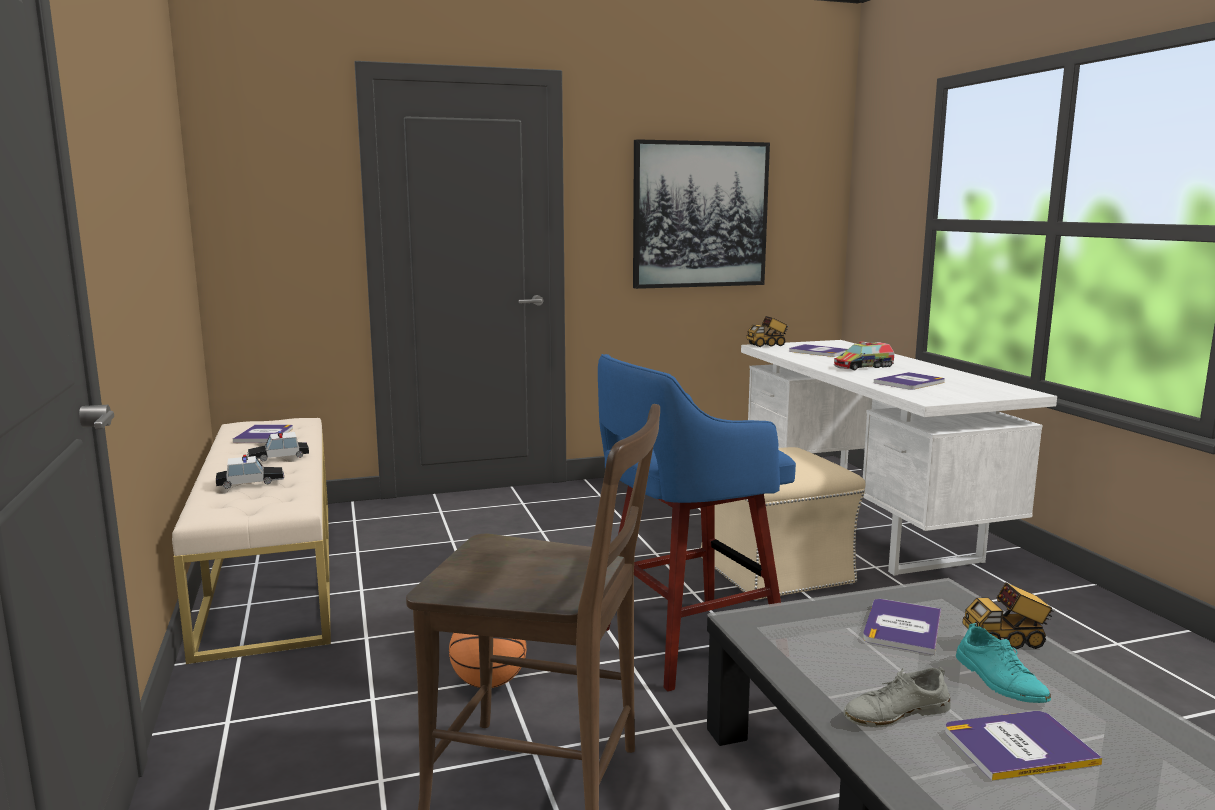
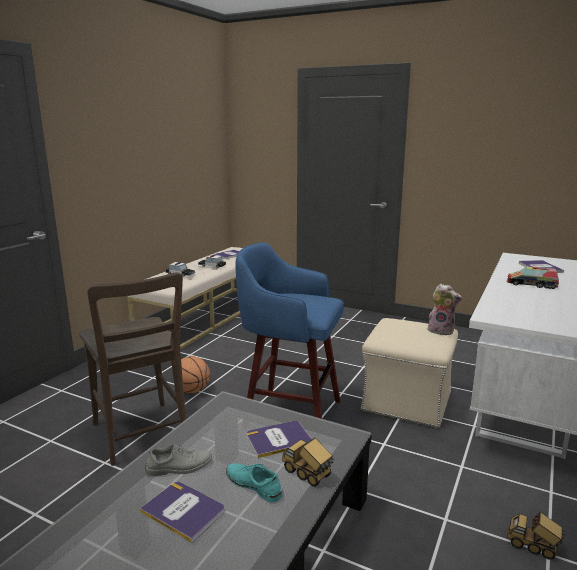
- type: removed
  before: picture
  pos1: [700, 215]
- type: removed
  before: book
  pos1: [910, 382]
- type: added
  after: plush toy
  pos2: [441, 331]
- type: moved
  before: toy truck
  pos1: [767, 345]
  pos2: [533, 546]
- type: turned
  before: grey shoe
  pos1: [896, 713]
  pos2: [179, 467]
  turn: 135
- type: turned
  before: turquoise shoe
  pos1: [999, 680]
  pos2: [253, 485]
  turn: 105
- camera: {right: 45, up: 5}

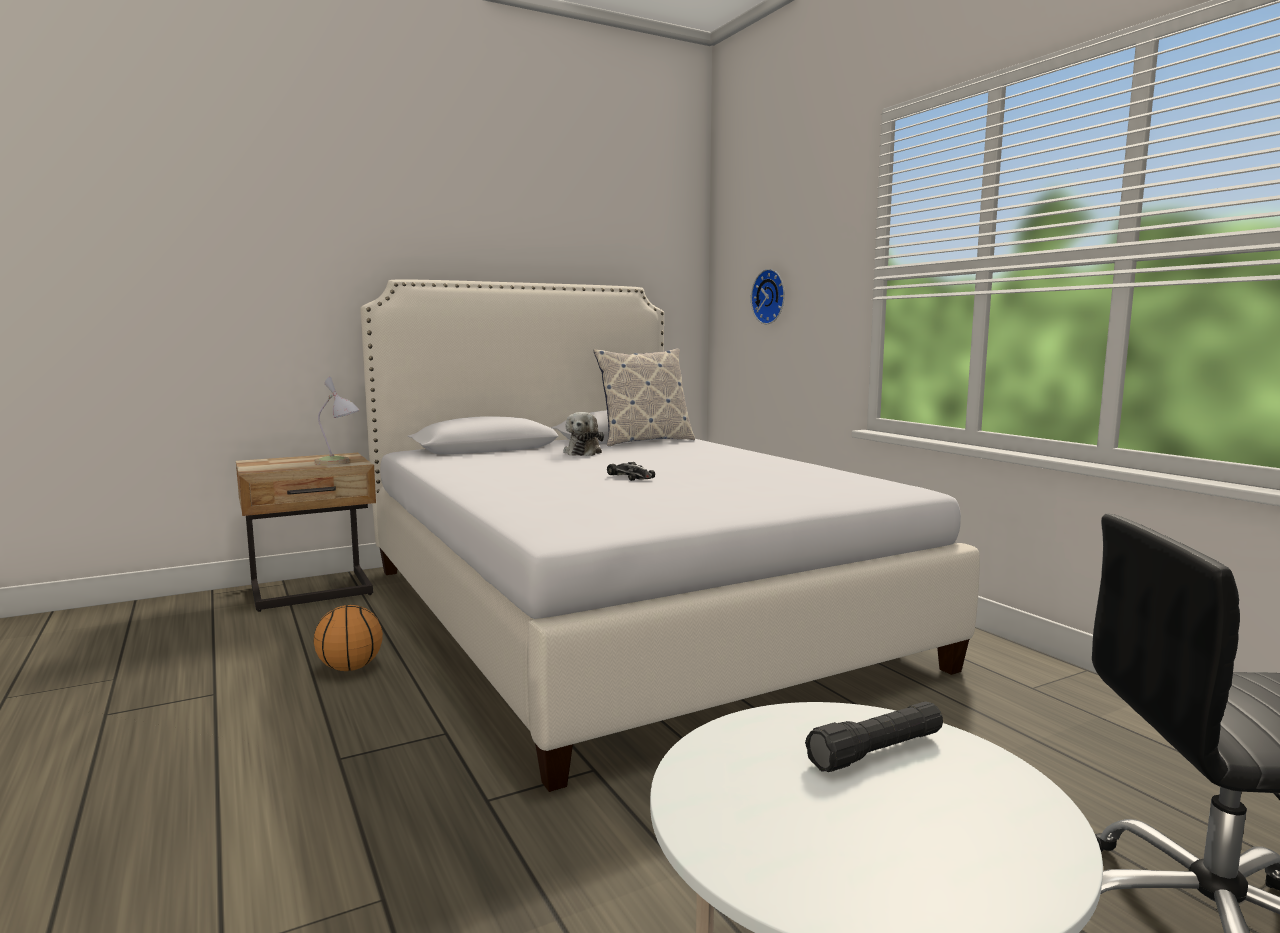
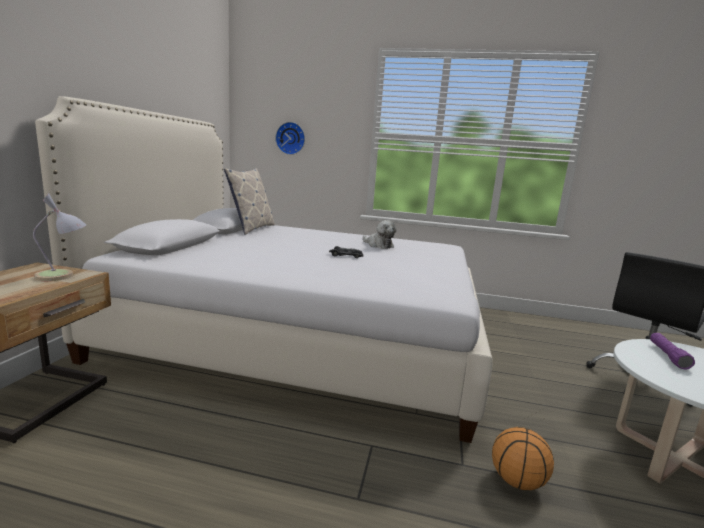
- type: moved
  before: basketball
  pos1: [351, 668]
  pos2: [517, 481]
- type: moved
  before: plush toy
  pos1: [583, 452]
  pos2: [378, 245]
- type: recoloured
  before: black flashlight
  after: purple flashlight
  pos1: [876, 752]
  pos2: [667, 356]
- camera: {right: -50, up: 5}

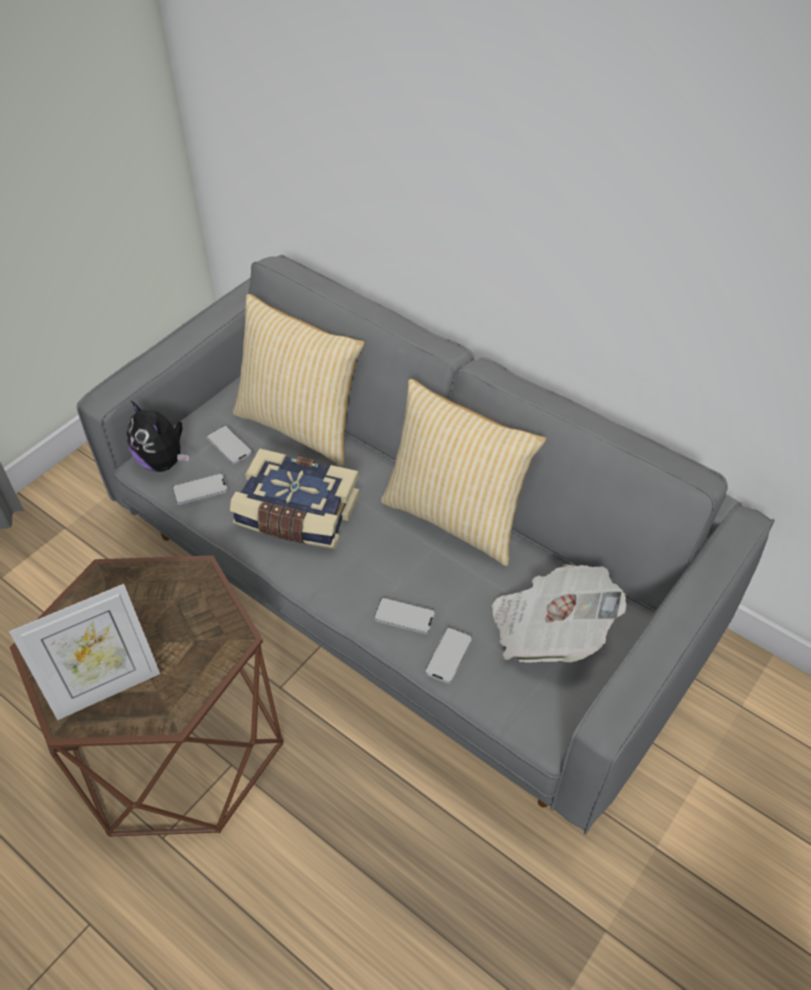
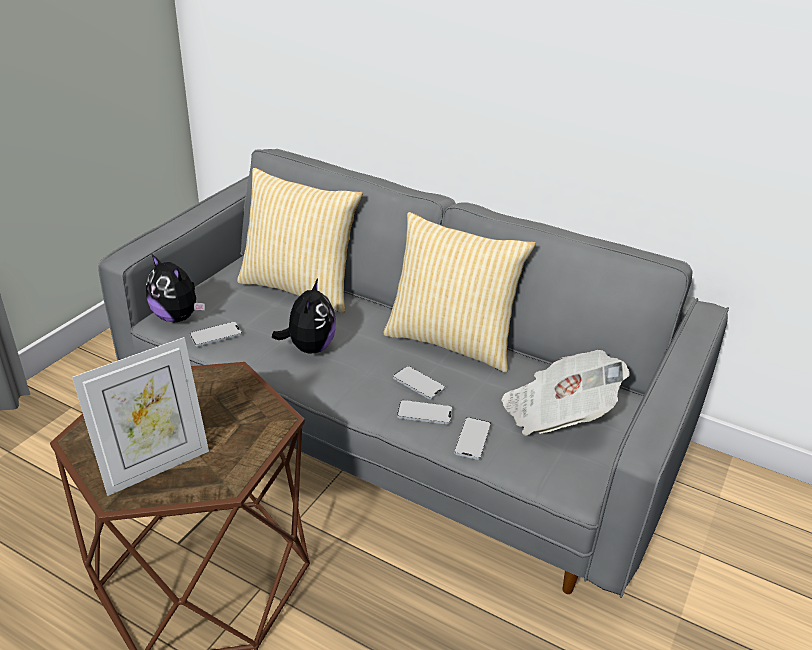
- type: moved
  before: phone
  pos1: [229, 445]
  pos2: [418, 383]
- type: replaced
  before: book
  after: plush toy
  pos1: [296, 515]
  pos2: [309, 347]
- camera: {right: -10, up: -15}

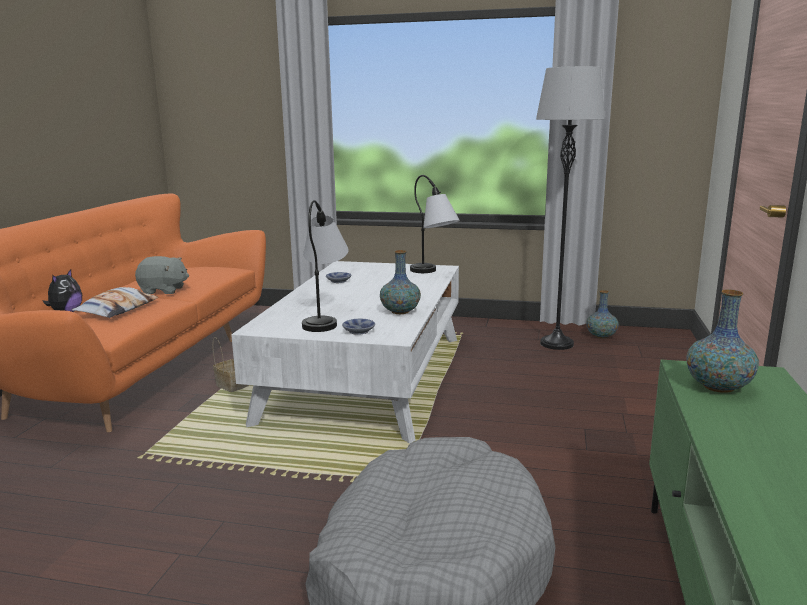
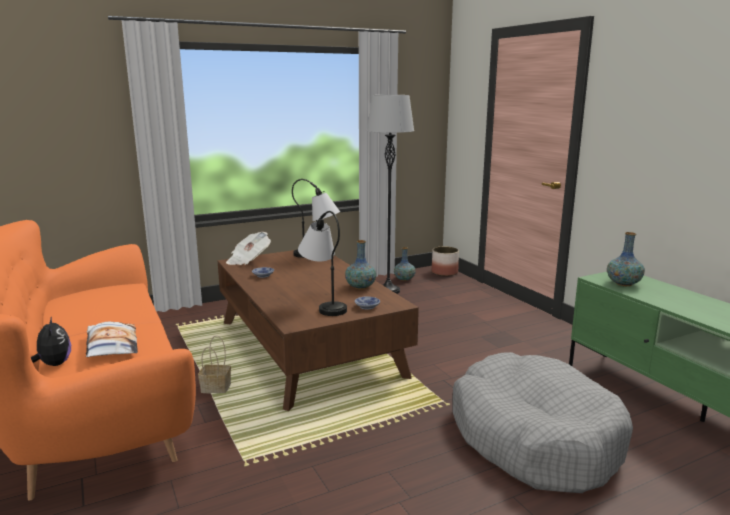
- type: removed
  before: grey plush toy
  pos1: [163, 290]
- type: added
  after: newspaper
  pos2: [248, 260]
- type: added
  after: planter
  pos2: [444, 272]
- type: recoloured
  before: white coffee table
  after: brown coffee table
  pos1: [367, 376]
  pos2: [307, 347]
- camera: {right: -40, up: 0}

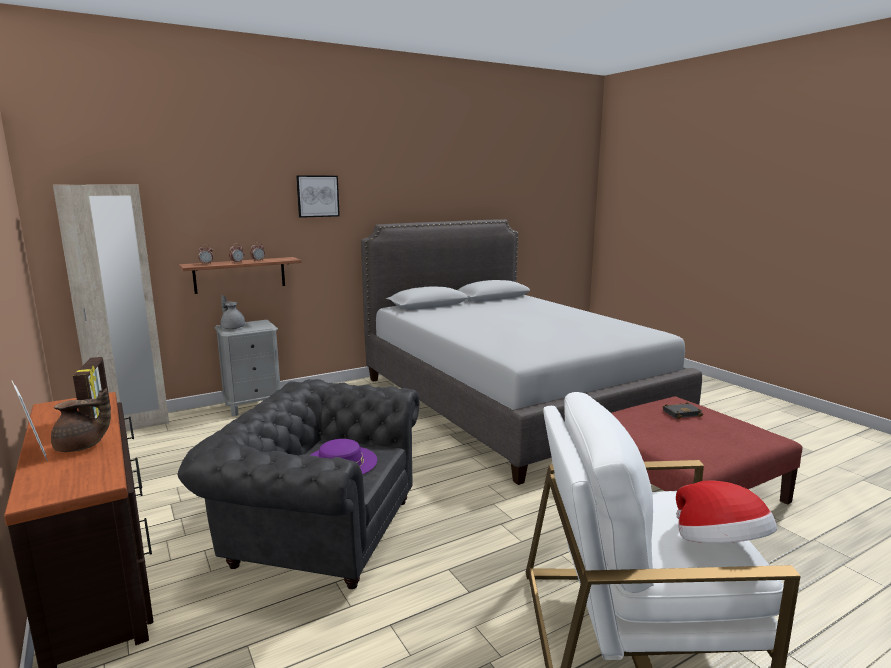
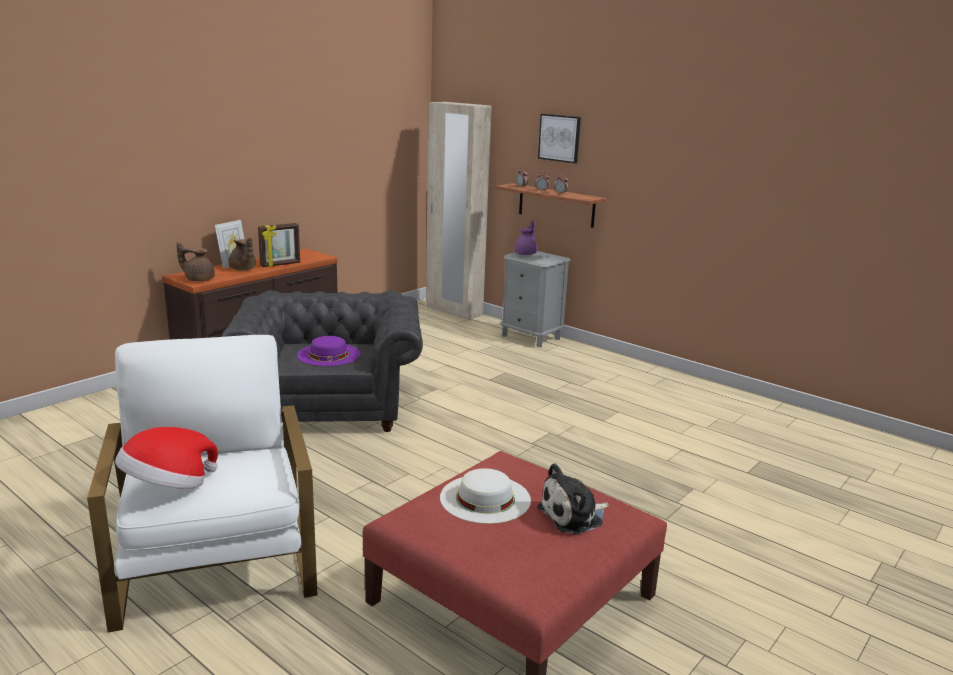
- type: removed
  before: grey bed
  pos1: [512, 401]
- type: added
  after: brown teapot
  pos2: [199, 279]
- type: added
  after: white hat
  pos2: [485, 498]
- type: moved
  before: picture
  pos1: [317, 196]
  pos2: [559, 138]
- type: replaced
  before: black book
  after: plush toy
  pos1: [682, 413]
  pos2: [574, 516]
- type: recoloured
  before: grey teapot
  after: purple teapot
  pos1: [233, 327]
  pos2: [526, 254]
- camera: {right: 70, up: 5}

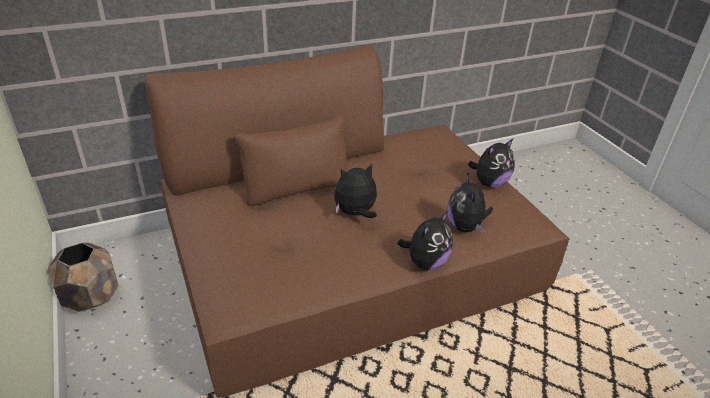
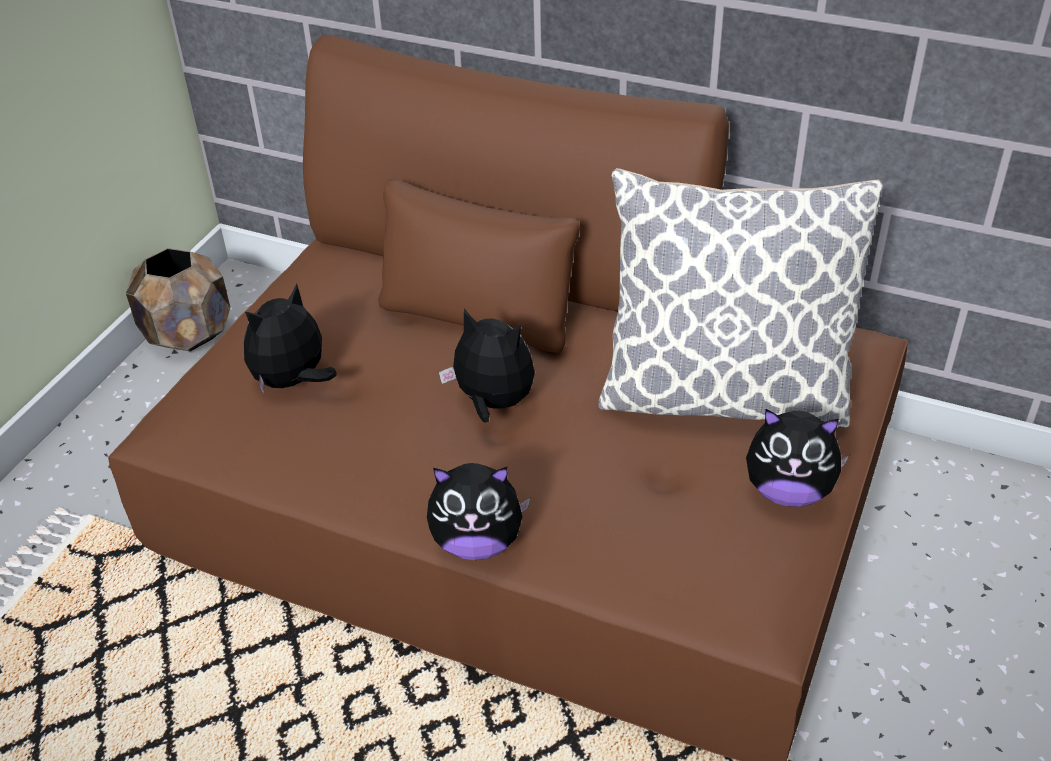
- type: added
  after: pillow
  pos2: [723, 393]
- type: moved
  before: plush toy
  pos1: [465, 227]
  pos2: [293, 382]
- camera: {right: 50, up: 5}

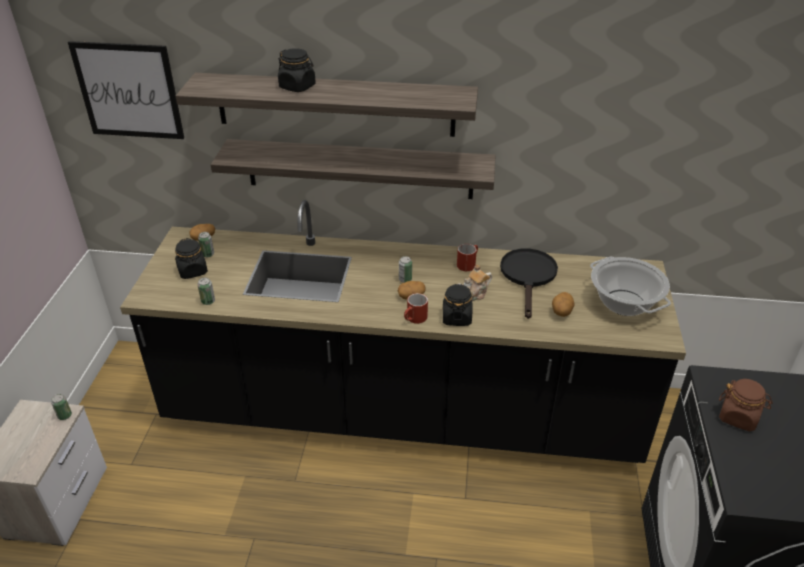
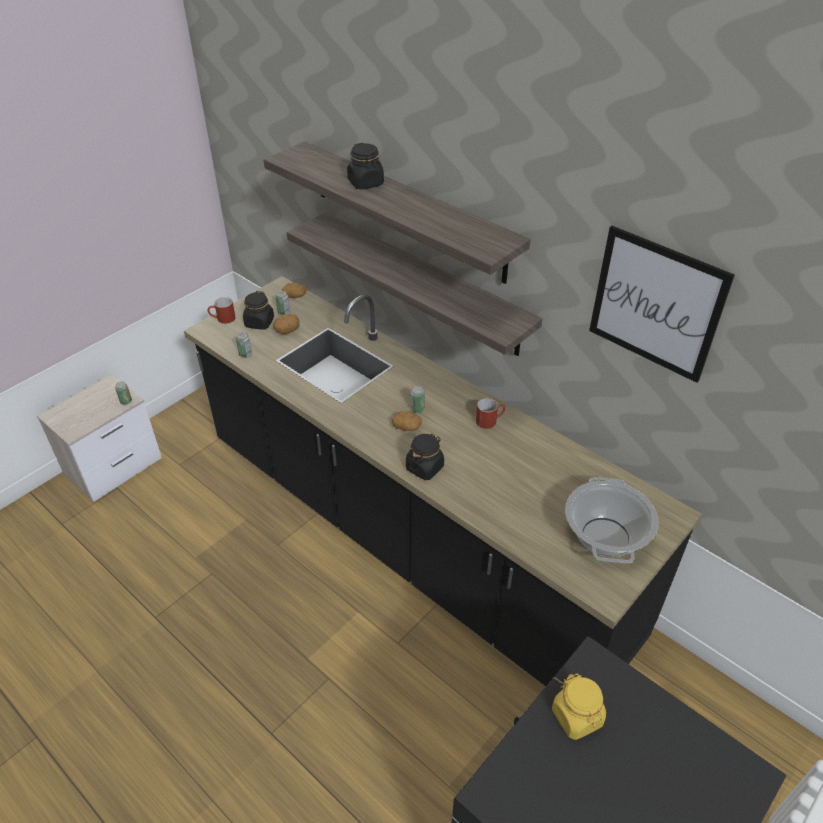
- type: removed
  before: teapot
  pos1: [473, 294]
- type: removed
  before: black frying pan
  pos1: [528, 277]
- type: moved
  before: picture
  pos1: [128, 91]
  pos2: [656, 304]
- type: moved
  before: red mug
  pos1: [415, 319]
  pos2: [222, 319]
- type: moved
  before: potato
  pos1: [561, 312]
  pos2: [287, 331]
- type: recoloured
  before: brown jar
  after: yellow jar
  pos1: [738, 417]
  pos2: [577, 717]
- camera: {right: 35, up: 5}

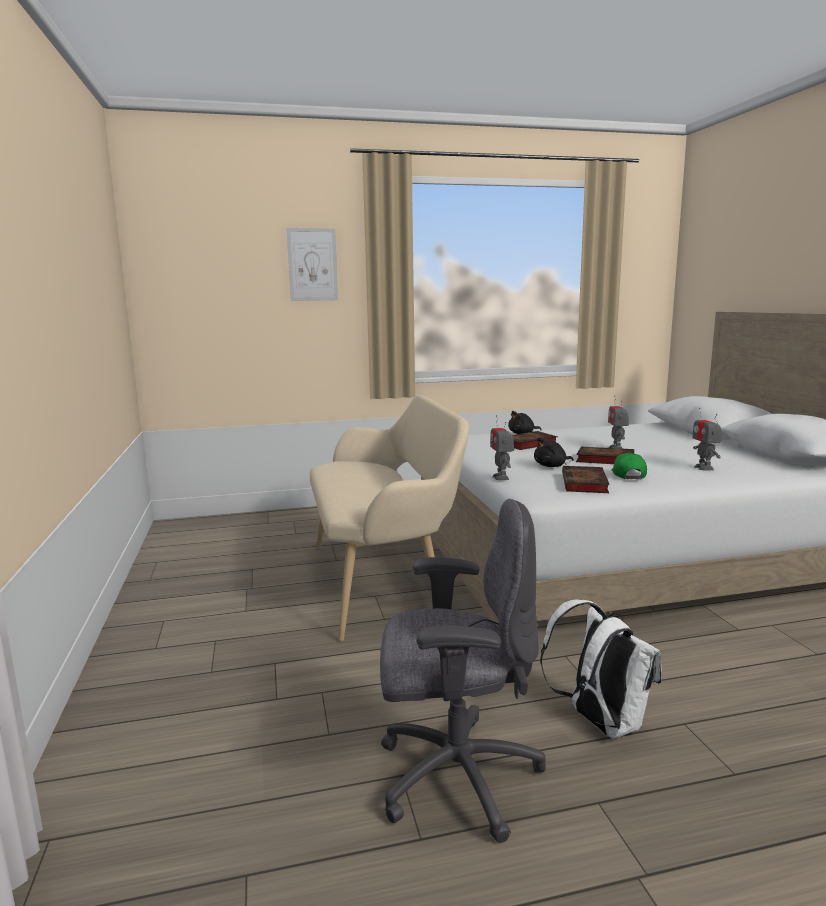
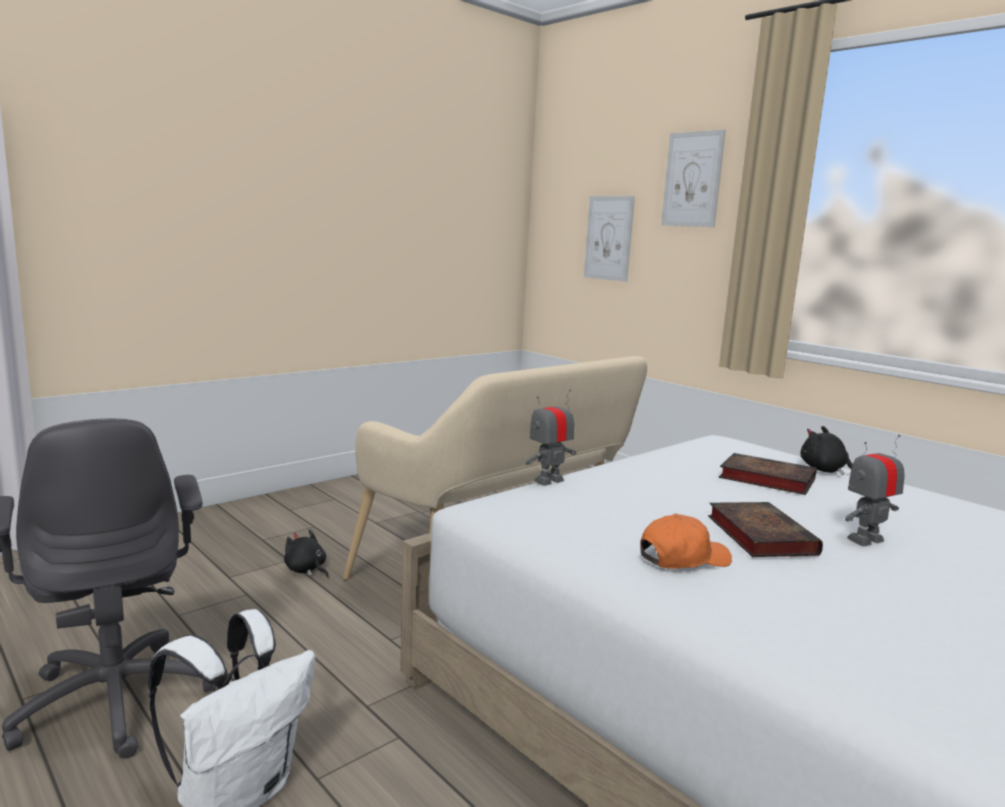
- type: removed
  before: book
  pos1: [585, 484]
- type: removed
  before: toy robot
  pos1: [703, 468]
- type: added
  after: picture
  pos2: [608, 238]
- type: moved
  before: black plush toy
  pos1: [552, 466]
  pos2: [306, 570]
- type: recoloured
  before: green cap
  after: orange cap
  pos1: [628, 475]
  pos2: [683, 558]
- camera: {right: 60, up: 0}

